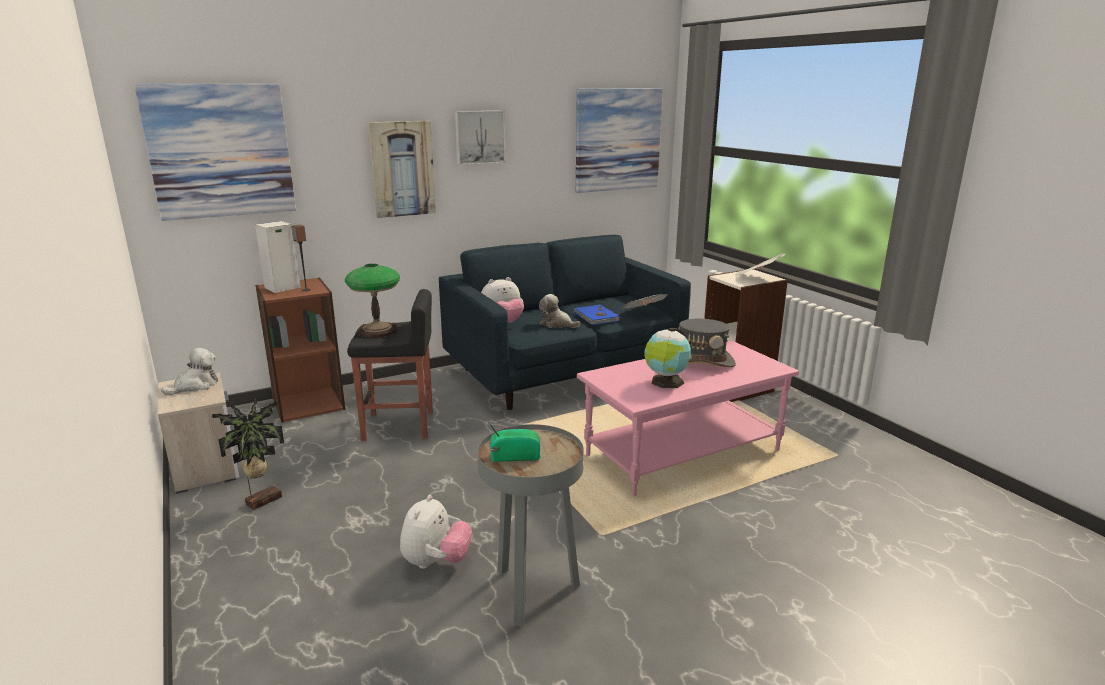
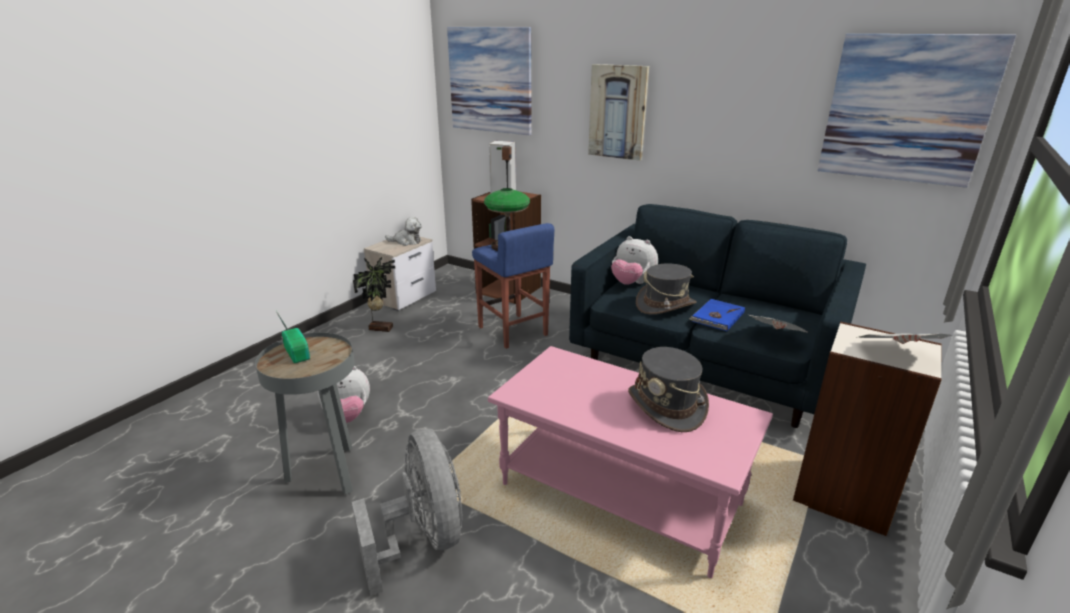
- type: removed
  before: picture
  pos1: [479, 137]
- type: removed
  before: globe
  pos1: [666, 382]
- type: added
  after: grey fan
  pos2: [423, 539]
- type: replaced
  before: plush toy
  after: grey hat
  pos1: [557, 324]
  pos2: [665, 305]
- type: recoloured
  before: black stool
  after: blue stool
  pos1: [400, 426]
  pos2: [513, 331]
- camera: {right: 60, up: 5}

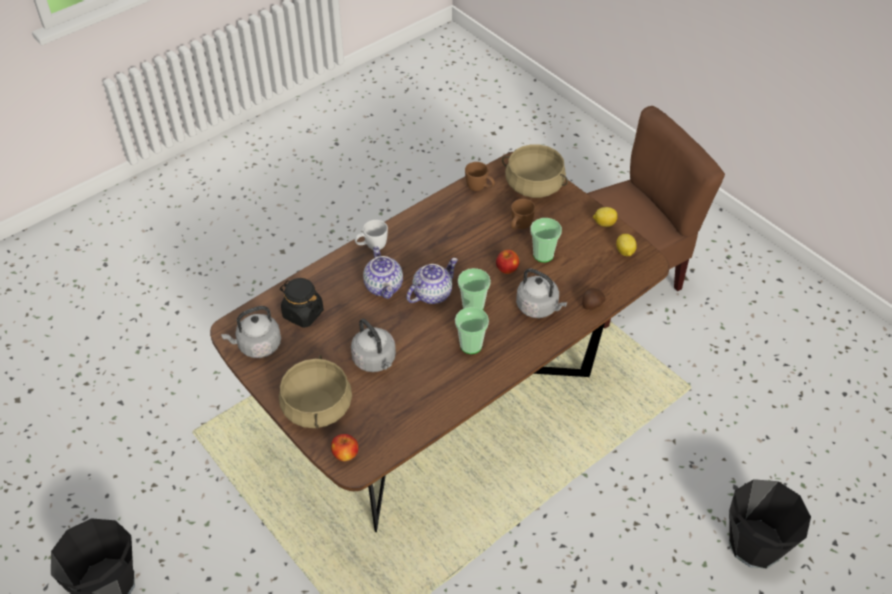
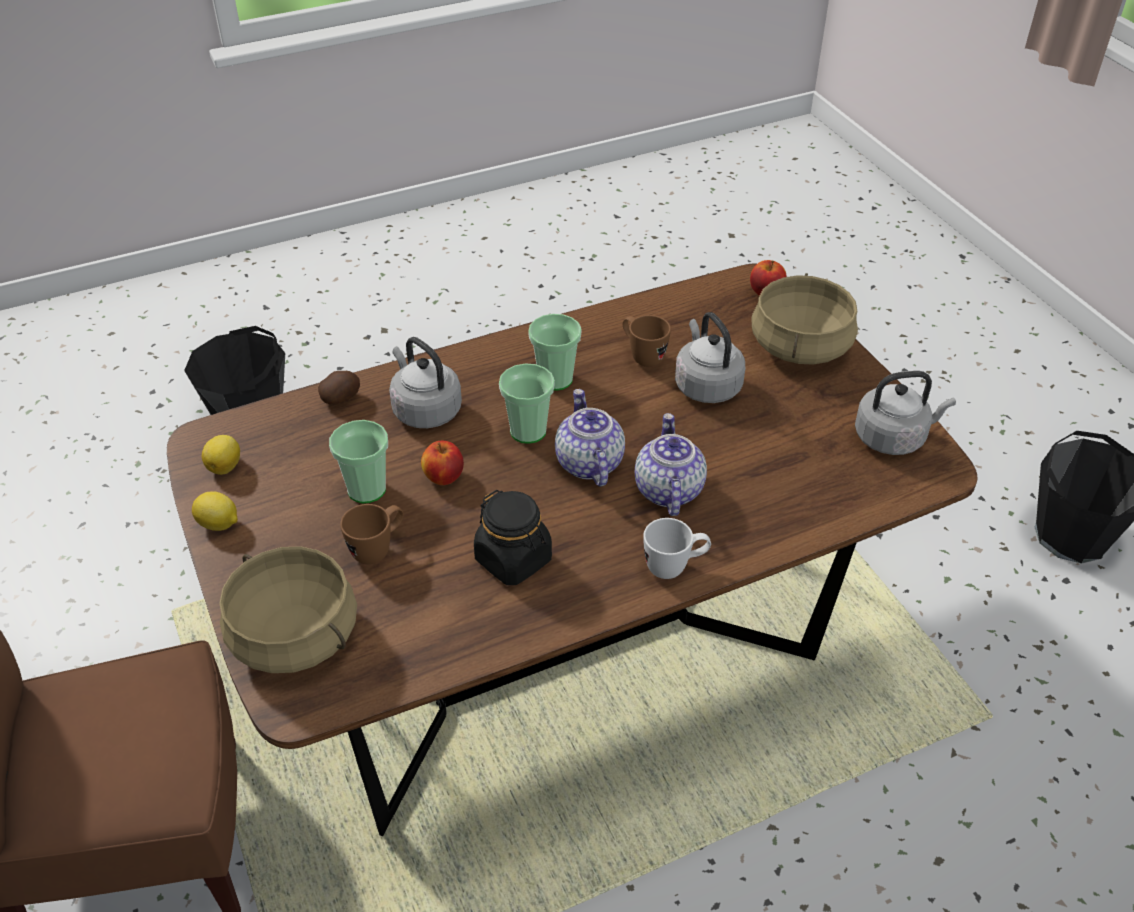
- type: moved
  before: black jar
  pos1: [303, 313]
  pos2: [514, 560]
- type: moved
  before: brown mug
  pos1: [480, 188]
  pos2: [642, 356]
- type: turned
  before: teapot
  pos1: [432, 293]
  pos2: [588, 463]
  turn: 105
- camera: {right: -165, up: -5}

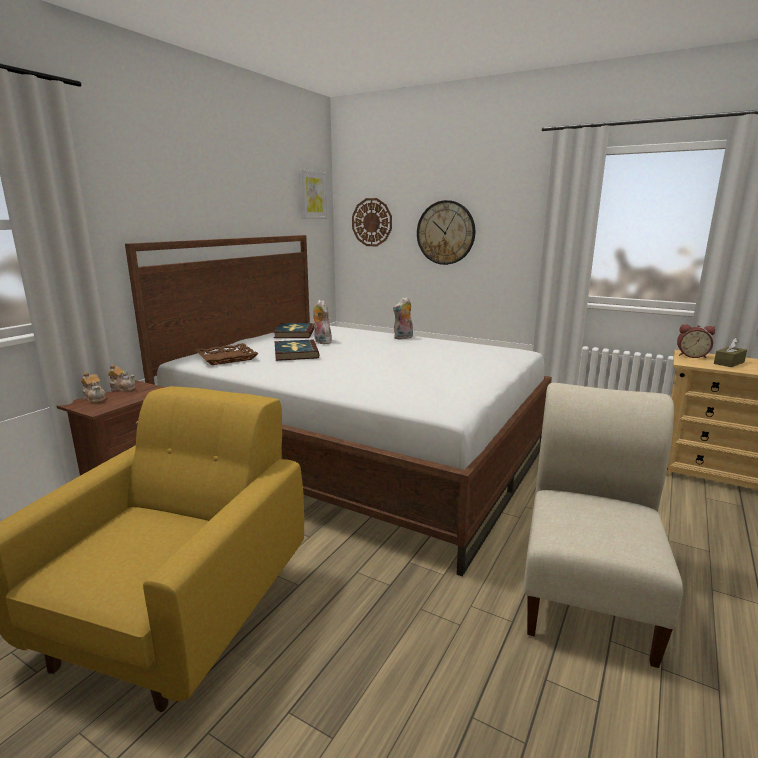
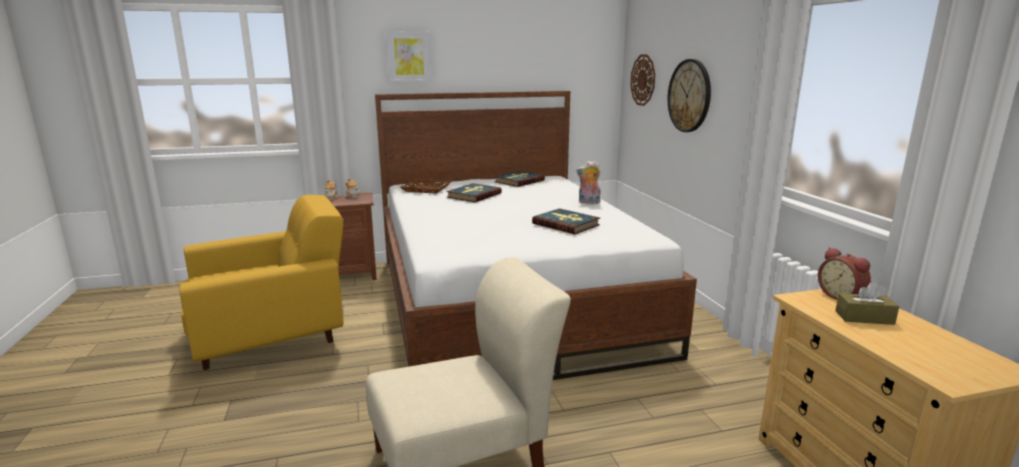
- type: removed
  before: plush toy
  pos1: [321, 342]
- type: added
  after: book
  pos2: [566, 224]
- type: moved
  before: picture
  pos1: [312, 195]
  pos2: [408, 56]
- camera: {right: 45, up: 0}

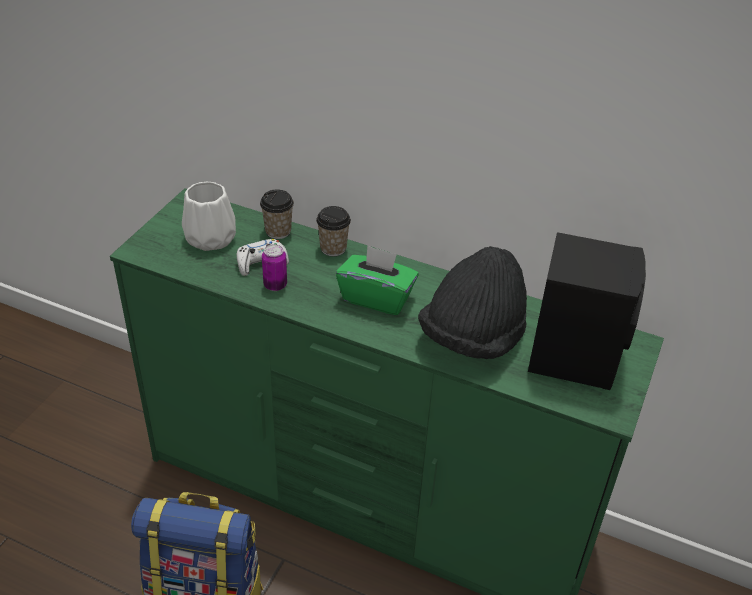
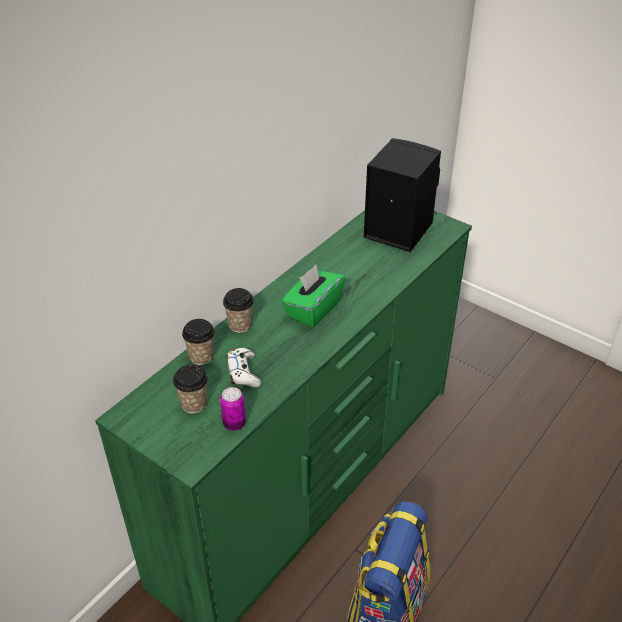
- type: removed
  before: black hat
  pos1: [472, 337]
- type: moved
  before: can
  pos1: [275, 285]
  pos2: [234, 424]
- type: replaced
  before: white vase
  after: cup
  pos1: [212, 238]
  pos2: [194, 404]
- camera: {right: -75, up: 0}

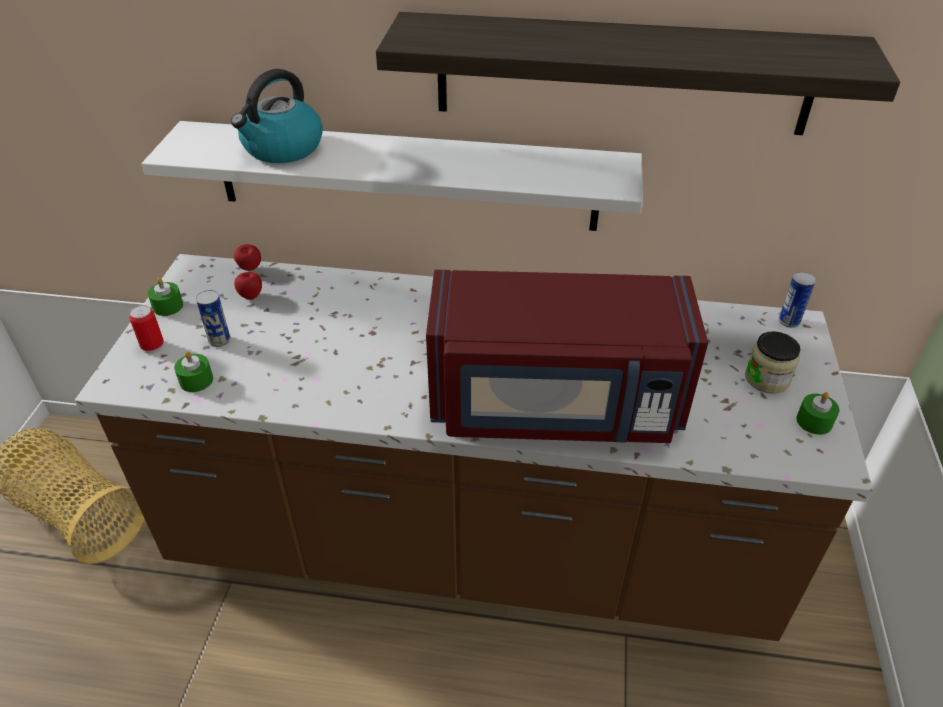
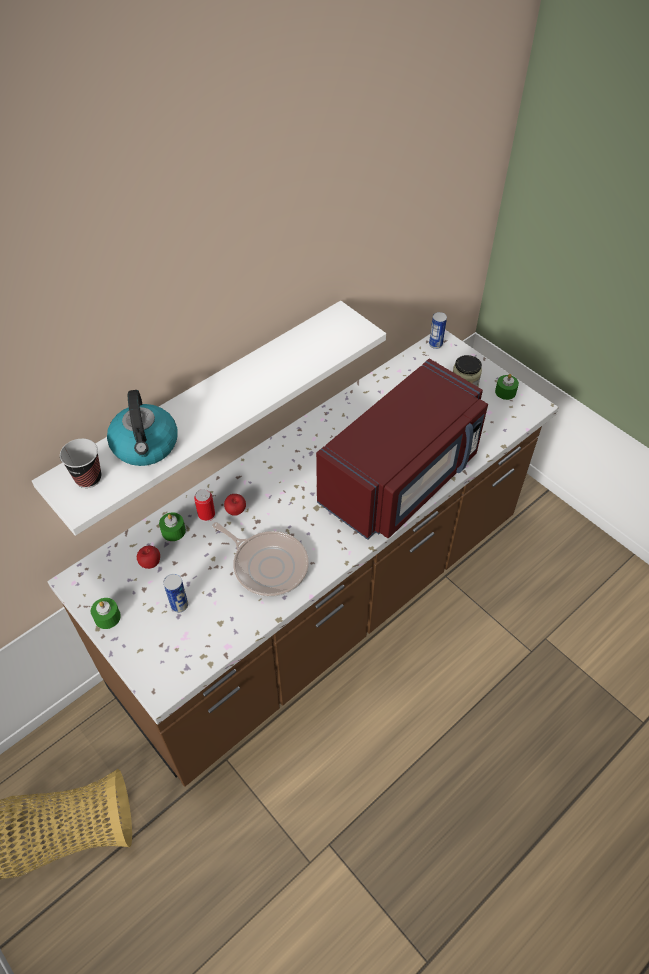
- type: removed
  before: shelf
  pos1: [622, 74]
- type: added
  after: cup
  pos2: [88, 478]
- type: added
  after: frying pan
  pos2: [267, 565]
- type: moved
  before: can
  pos1: [152, 346]
  pos2: [206, 515]
- type: moved
  before: green candle
  pos1: [196, 380]
  pos2: [173, 531]
- type: moved
  before: apple
  pos1: [250, 269]
  pos2: [236, 512]
- camera: {right: -50, up: 10}

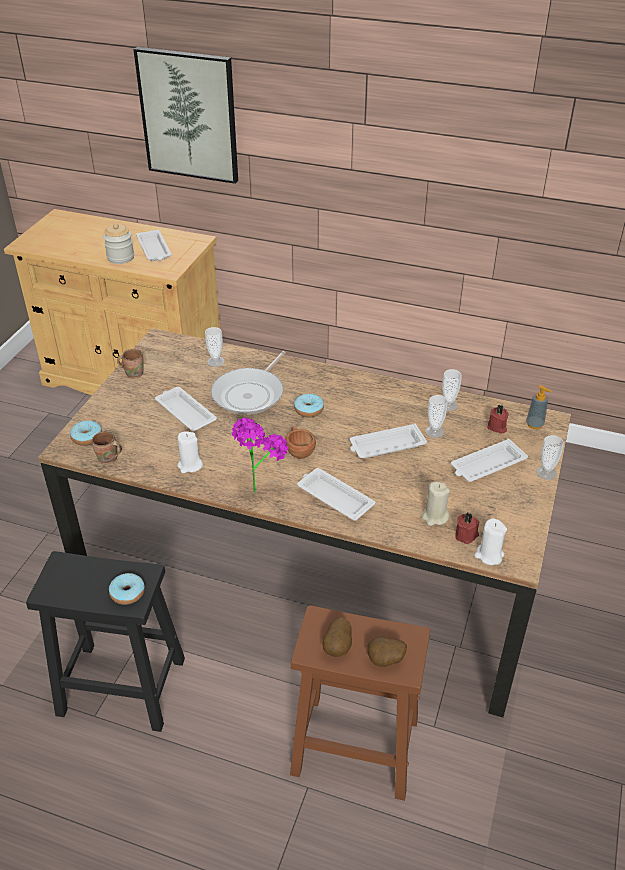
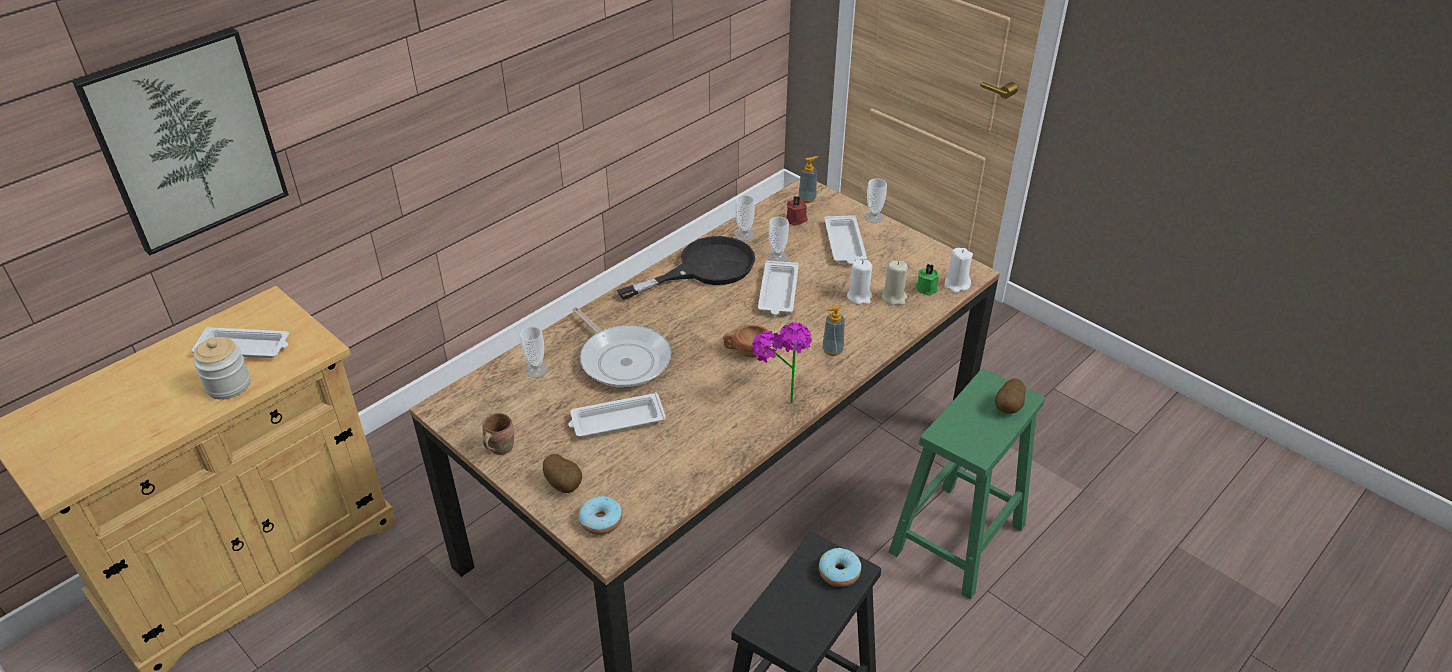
- type: removed
  before: brown mug
  pos1: [108, 459]
- type: removed
  before: donut
  pos1: [308, 410]
- type: added
  after: black frying pan
  pos2: [704, 269]
- type: moved
  before: white candle
  pos1: [190, 465]
  pos2: [859, 296]
- type: moved
  before: potato
  pos1: [338, 647]
  pos2: [565, 484]
- type: replaced
  before: white tray
  after: soap dispenser
  pos1: [334, 497]
  pos2: [832, 350]
- type: recoloured
  before: brown stool
  after: green stool
  pos1: [353, 746]
  pos2: [956, 540]
- type: recoloured
  before: red candle
  after: green candle
  pos1: [466, 535]
  pos2: [927, 288]
- camera: {right: -65, up: 0}

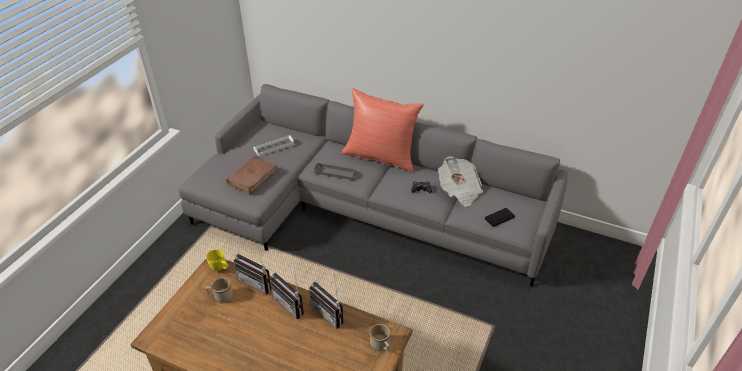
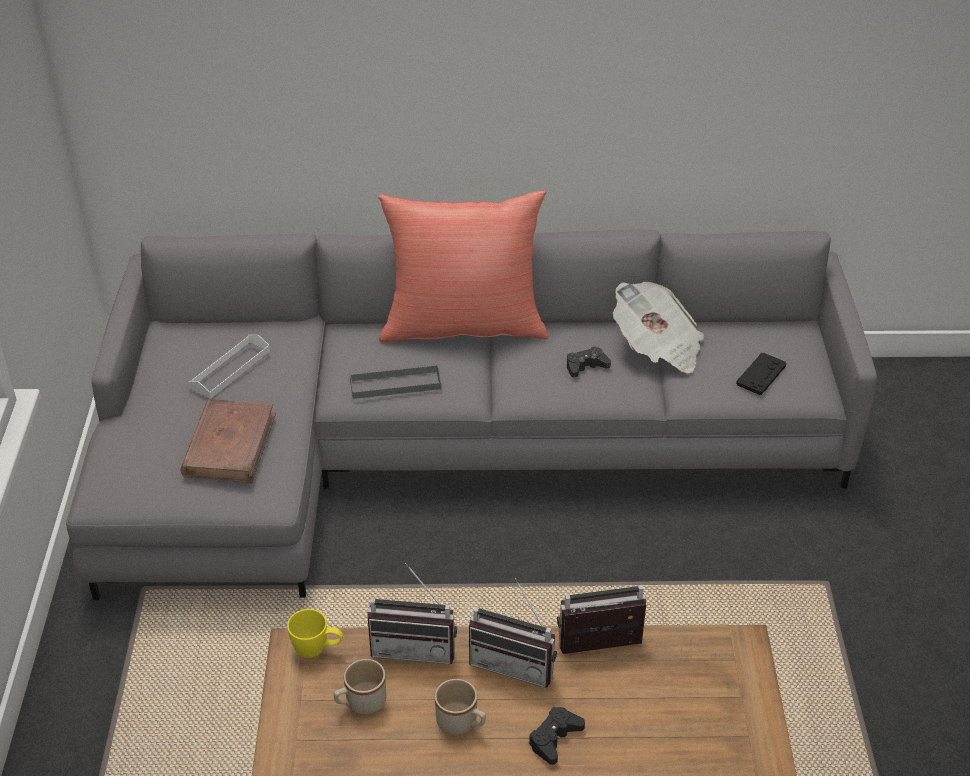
- type: added
  after: black game controller
  pos2: [554, 738]
- type: moved
  before: beige mug
  pos1: [381, 346]
  pos2: [461, 723]
- type: turned
  before: radio
  pos1: [331, 312]
  pos2: [601, 651]
  turn: 150
- camera: {right: -25, up: 0}

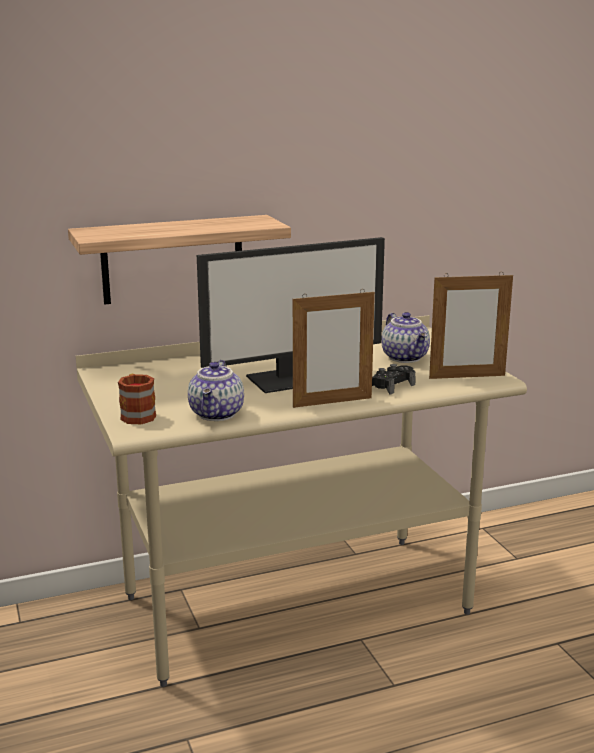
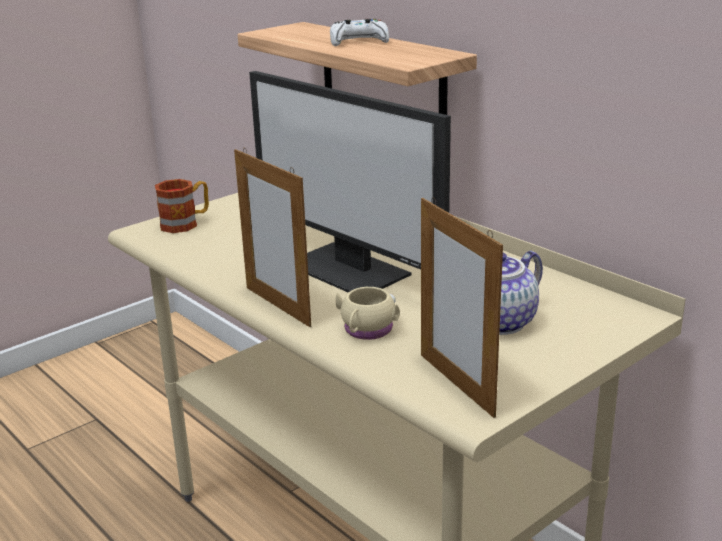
- type: removed
  before: teapot
  pos1: [218, 414]
- type: added
  after: white game controller
  pos2: [358, 41]
- type: replaced
  before: black game controller
  after: beige mug
  pos1: [389, 386]
  pos2: [366, 331]
- camera: {right: 70, up: 5}

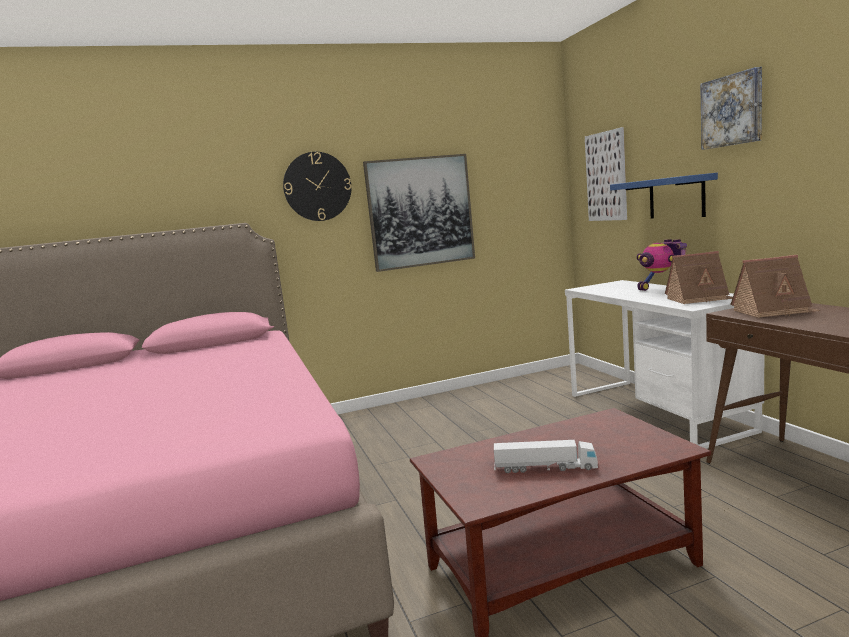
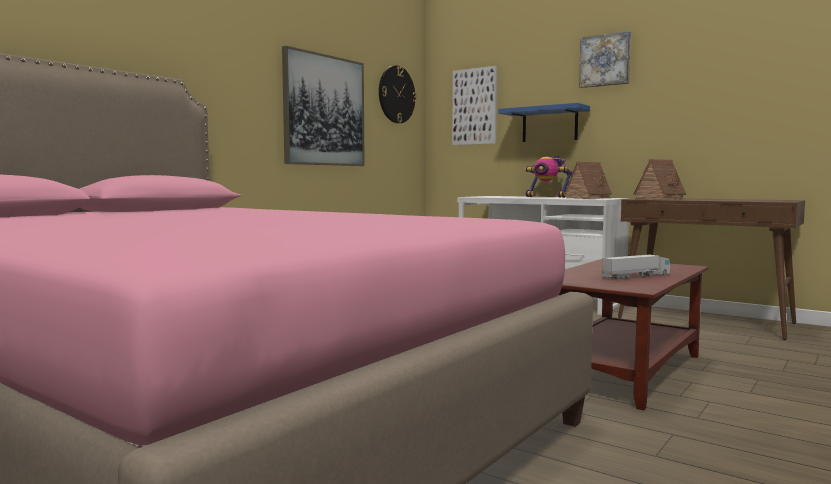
- type: moved
  before: wall clock
  pos1: [317, 186]
  pos2: [396, 94]
- camera: {right: -35, up: -5}

